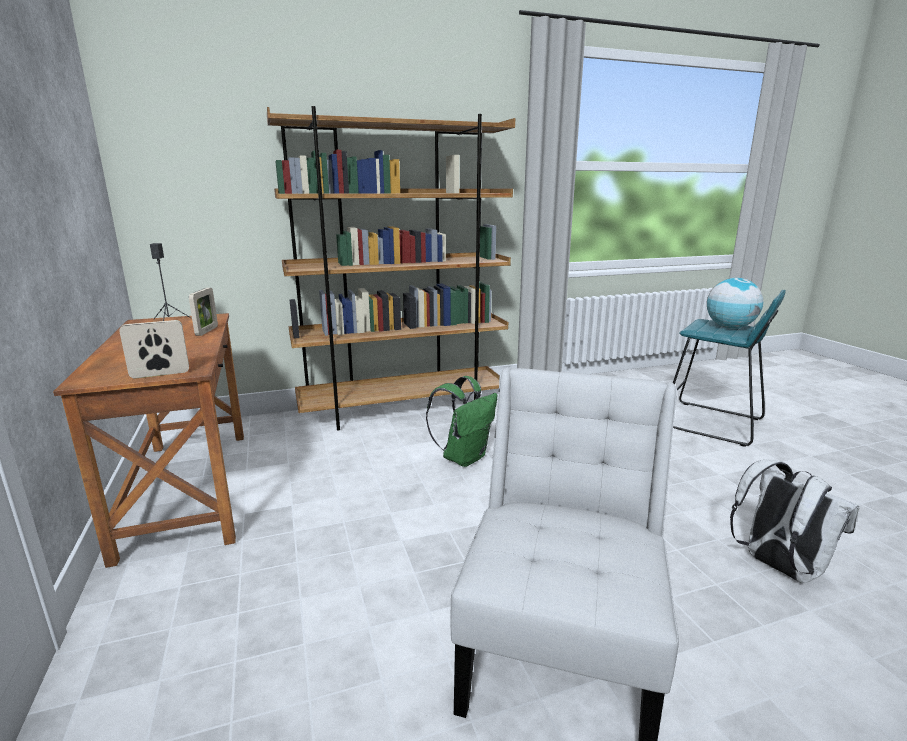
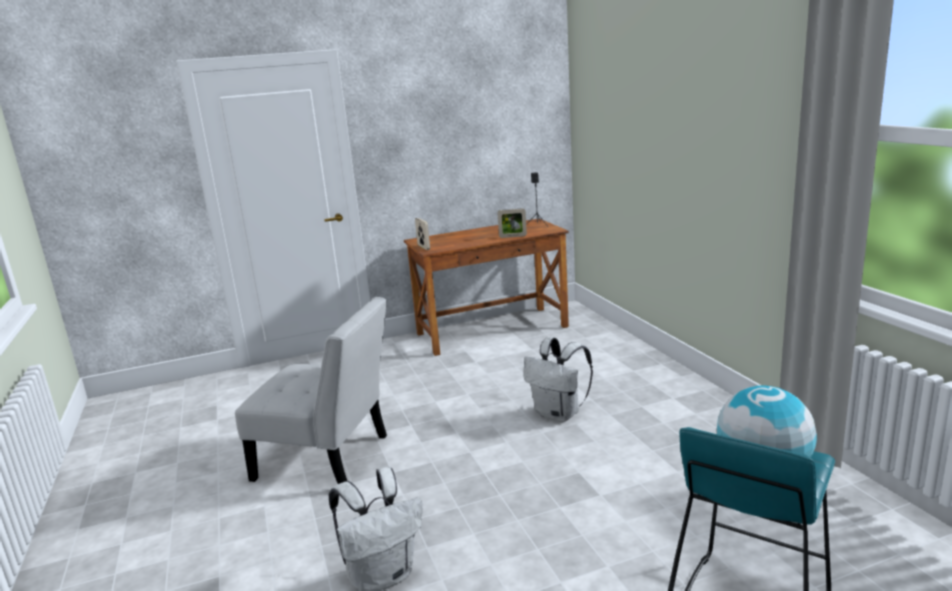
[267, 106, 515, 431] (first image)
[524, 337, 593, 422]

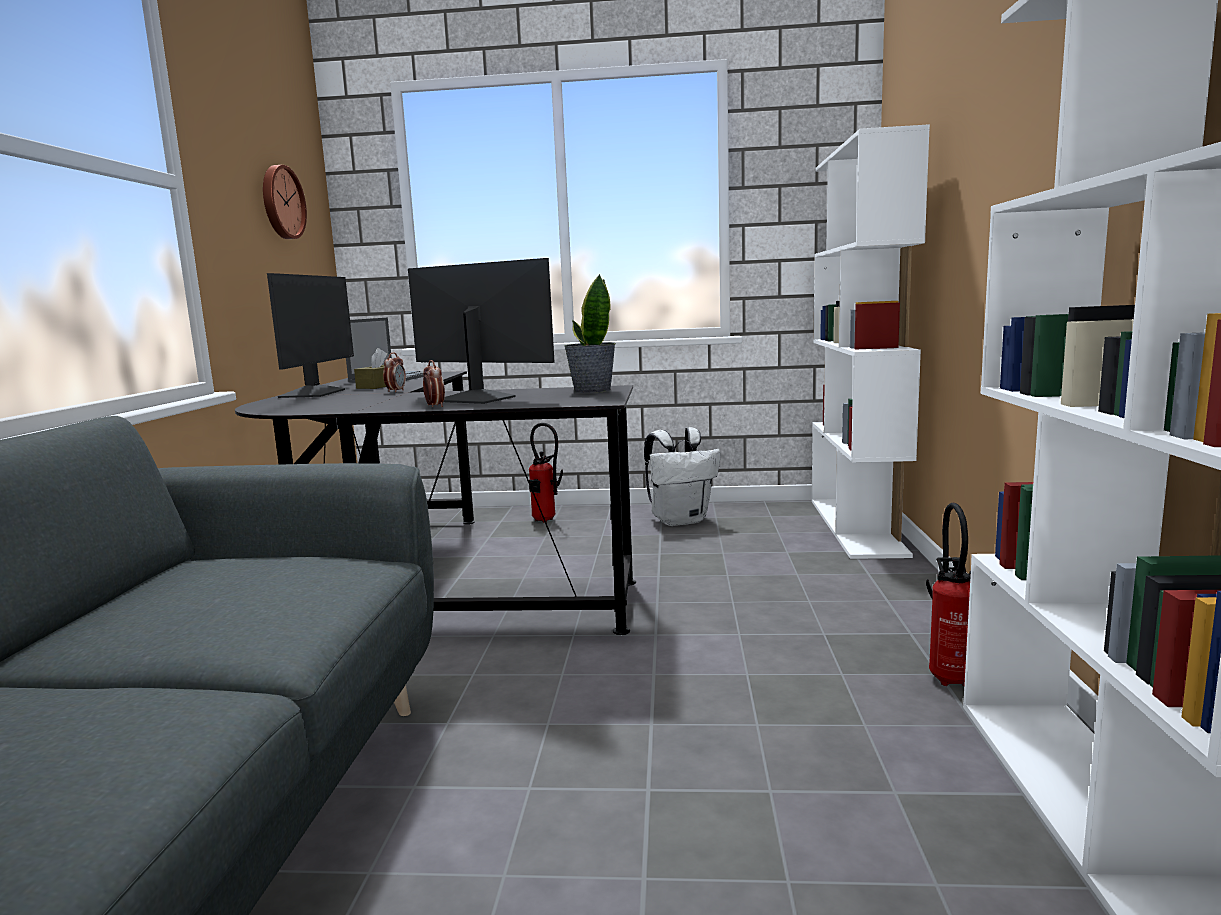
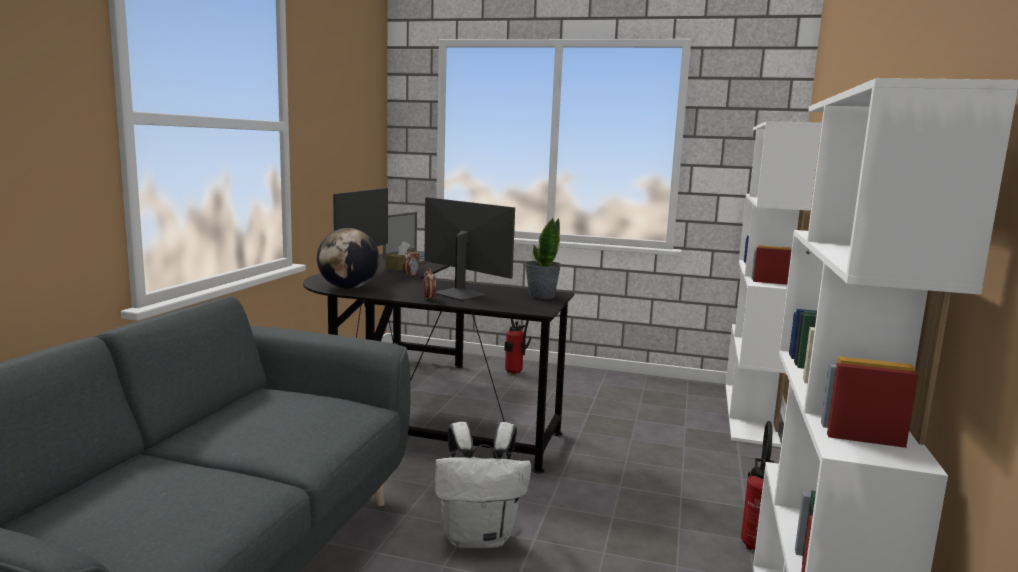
[263, 165, 307, 239] (first image)
[435, 422, 531, 548]
[317, 228, 379, 289]

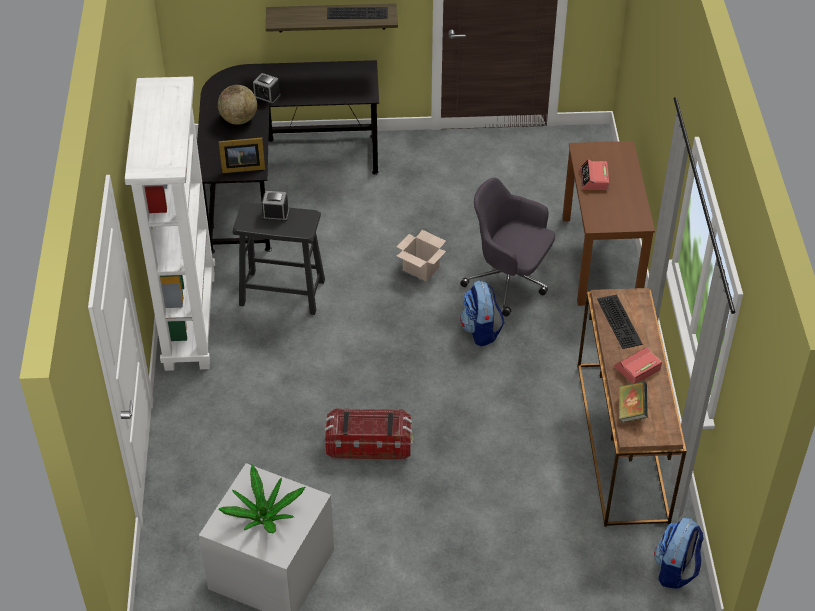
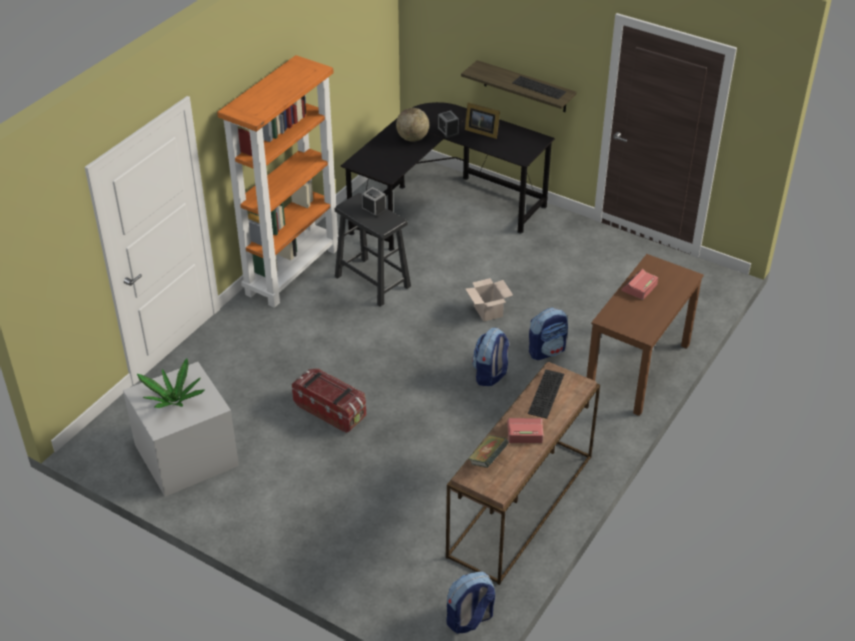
[217, 55, 339, 308]
[465, 102, 500, 139]
[529, 308, 568, 360]

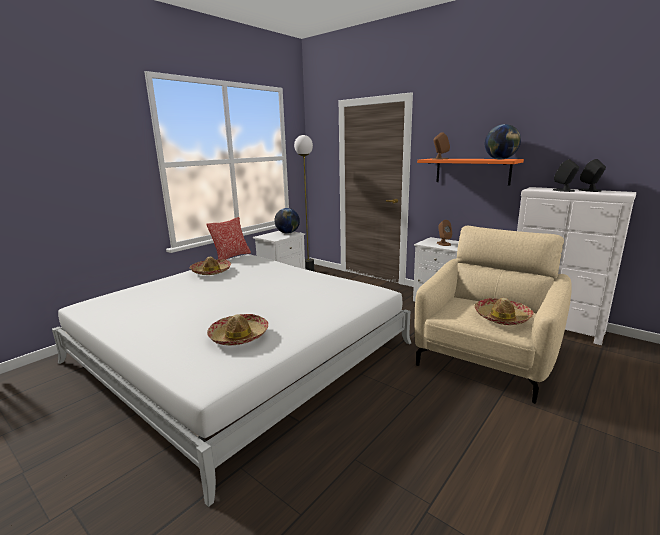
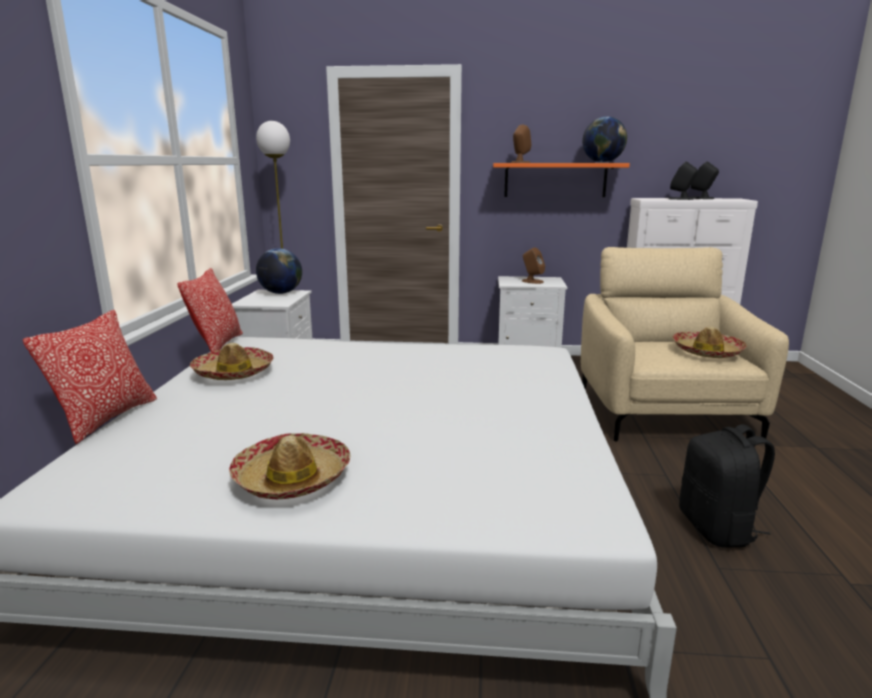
[229, 433, 351, 499]
[23, 310, 157, 444]
[679, 425, 775, 548]

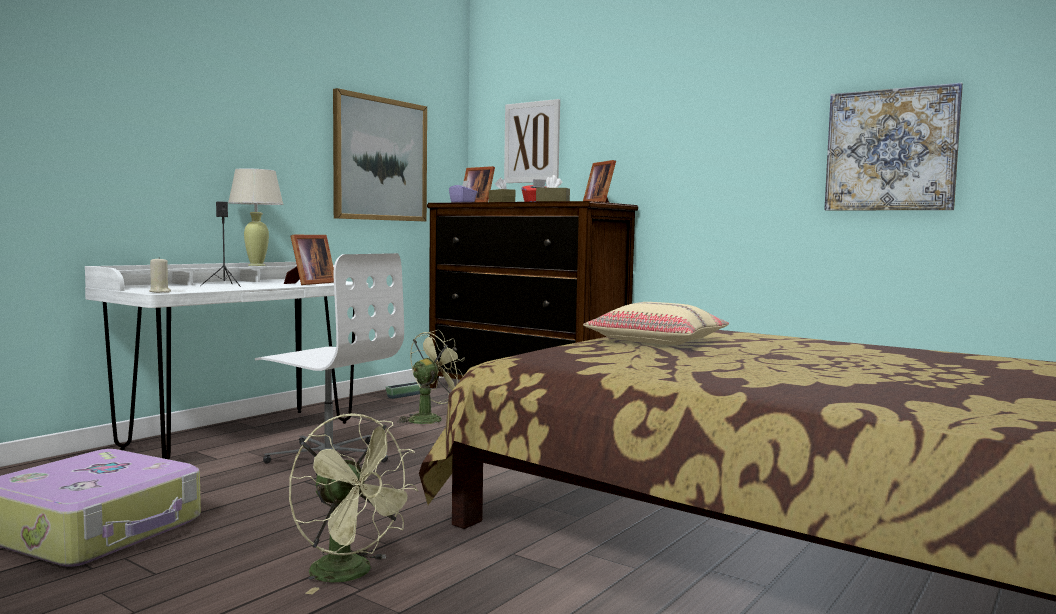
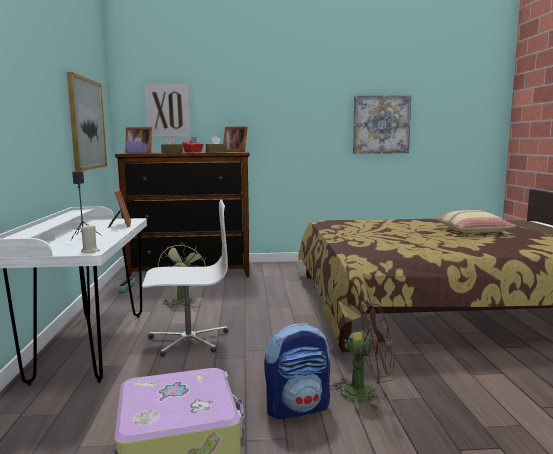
[228, 168, 283, 266] (first image)
[330, 303, 395, 409]
[433, 210, 516, 233]
[264, 323, 330, 419]

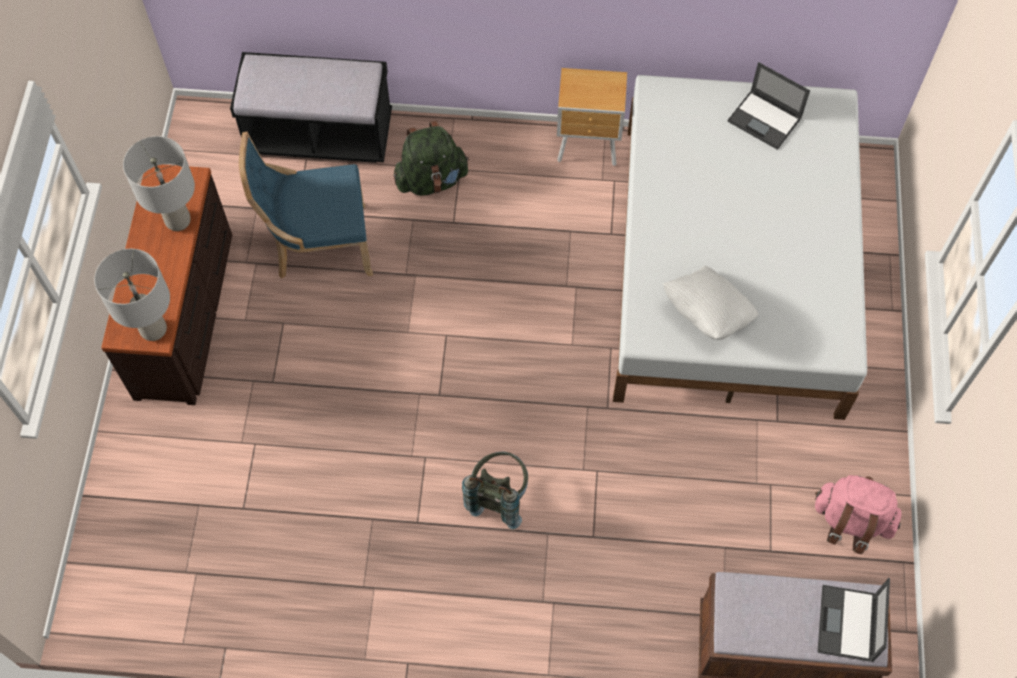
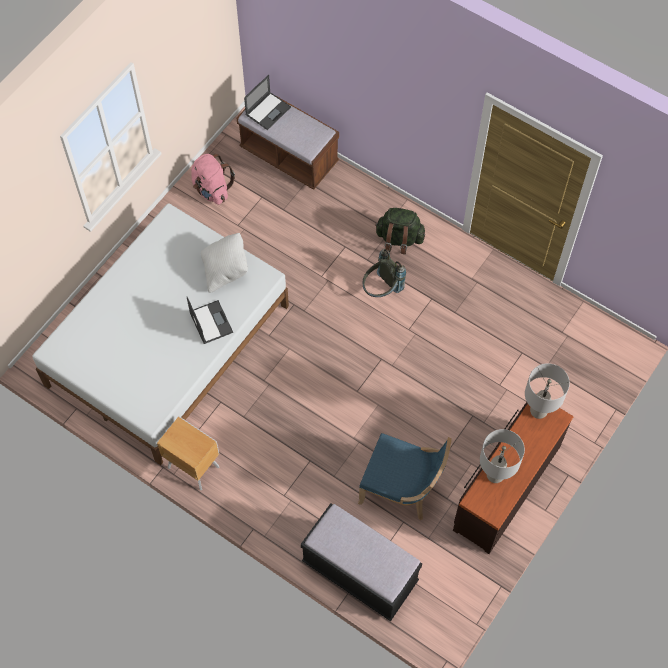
[375, 208, 425, 254]
[187, 297, 233, 344]

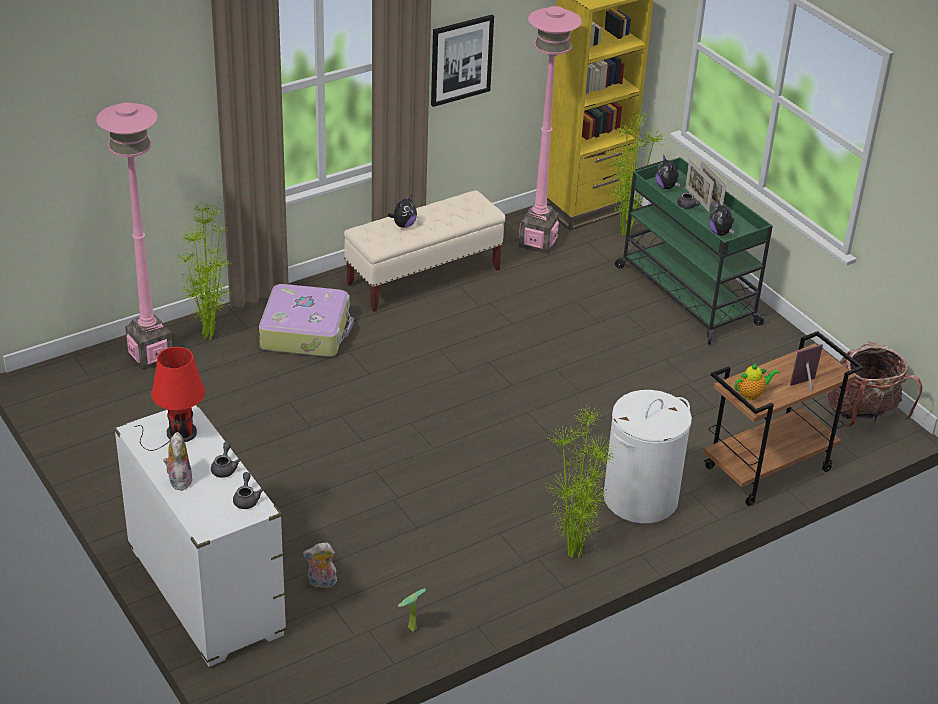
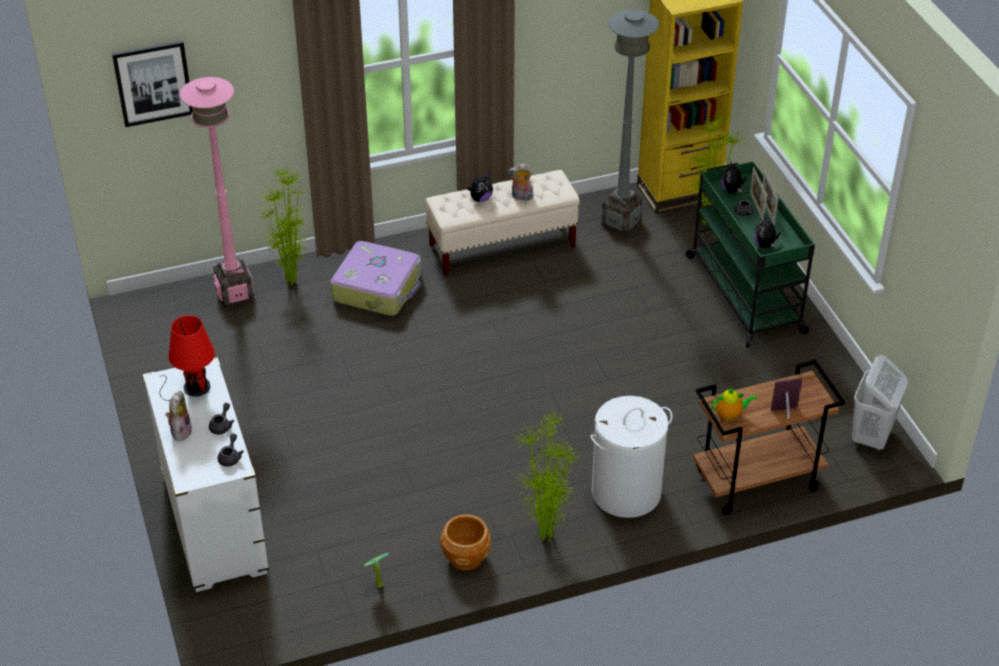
[508, 164, 533, 201]
[112, 41, 193, 127]
[602, 10, 659, 236]
[852, 355, 908, 452]
[440, 514, 491, 570]

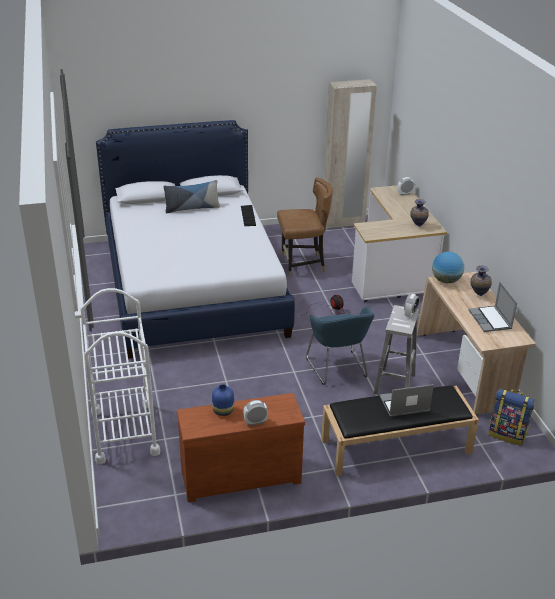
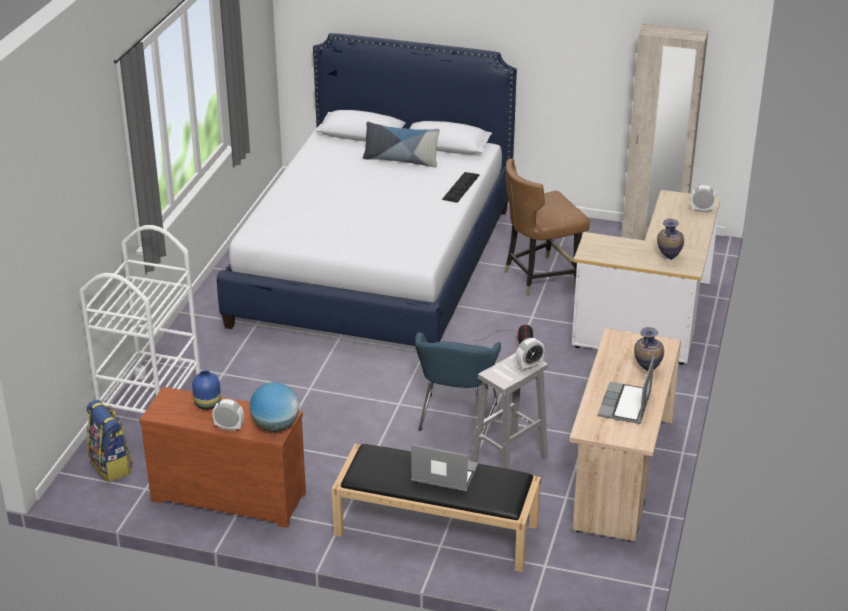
[504, 158, 590, 295]
[250, 382, 299, 432]
[87, 400, 133, 482]

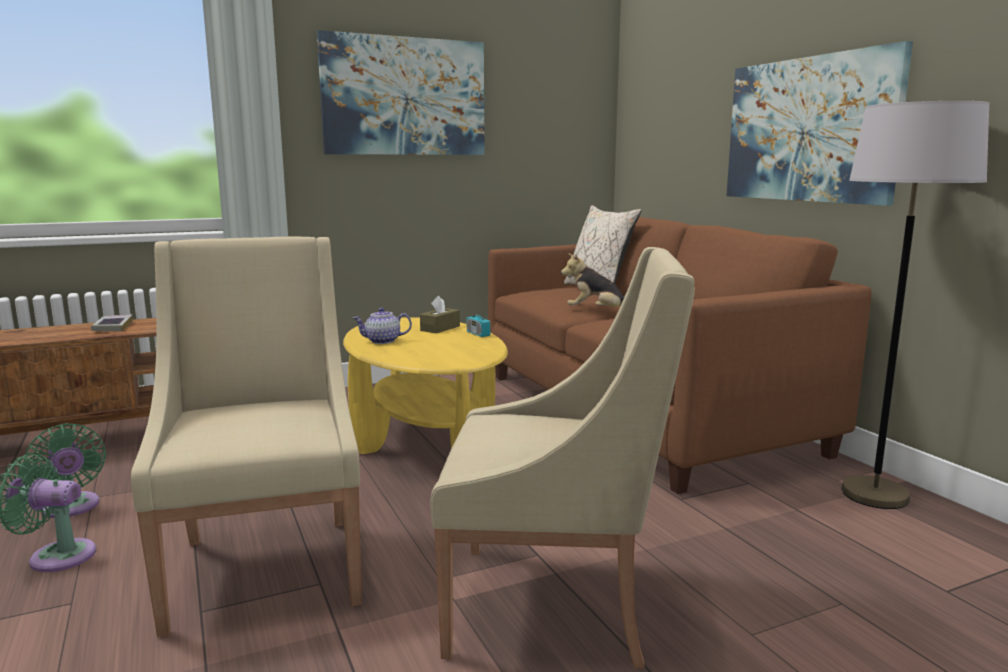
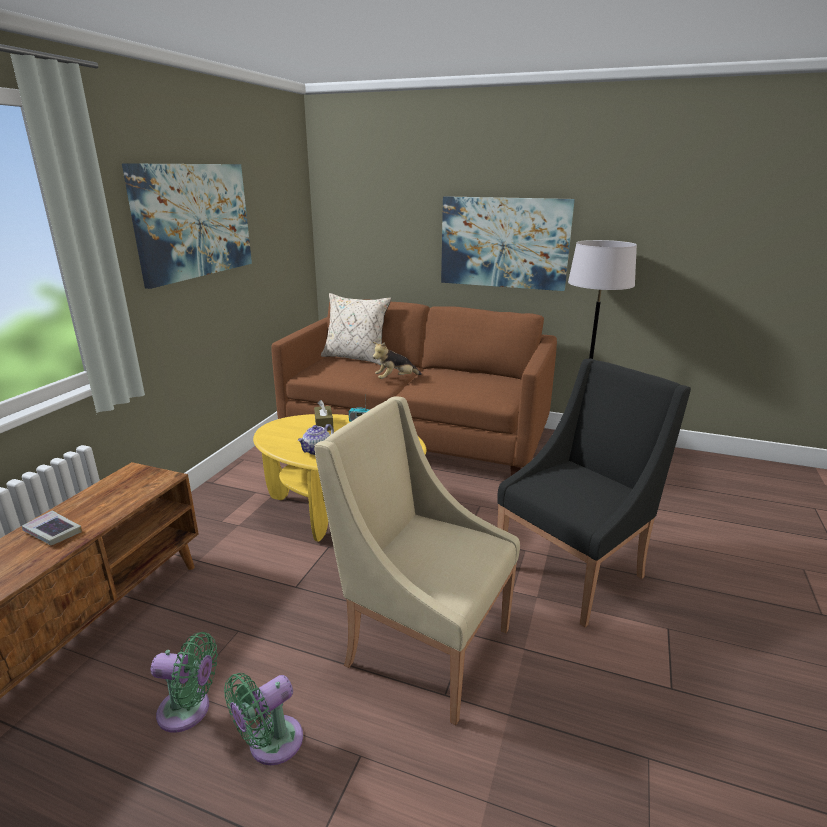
[497, 359, 691, 627]

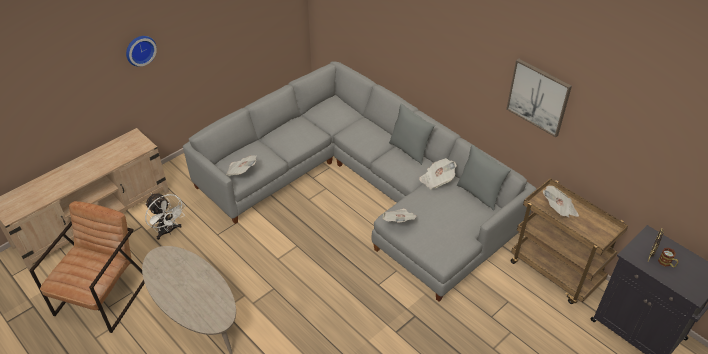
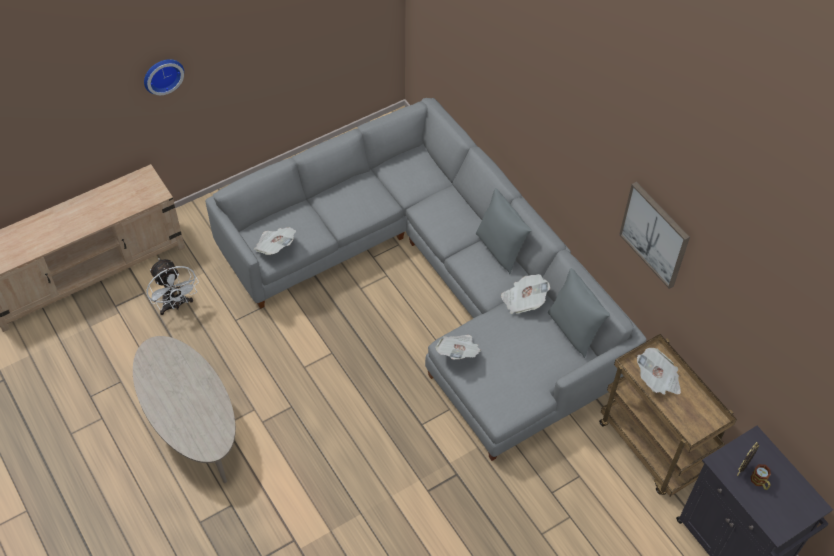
[29, 201, 145, 333] (first image)

